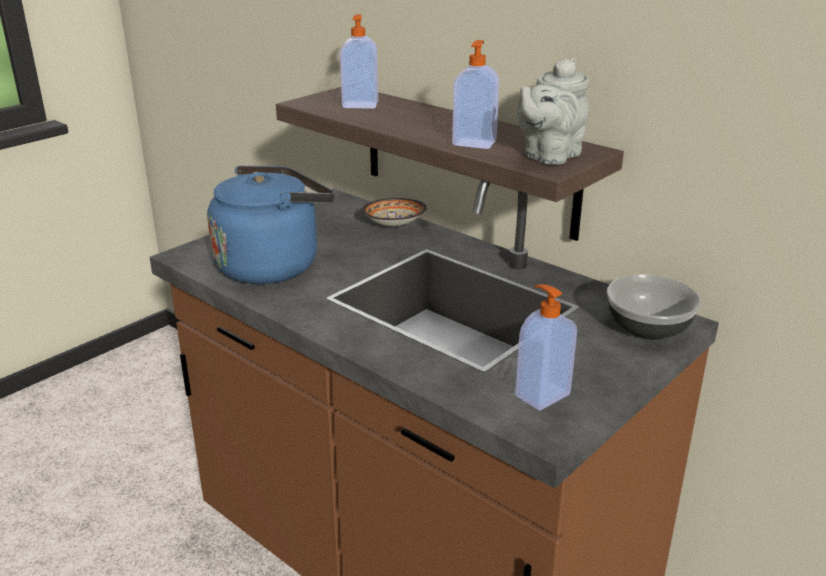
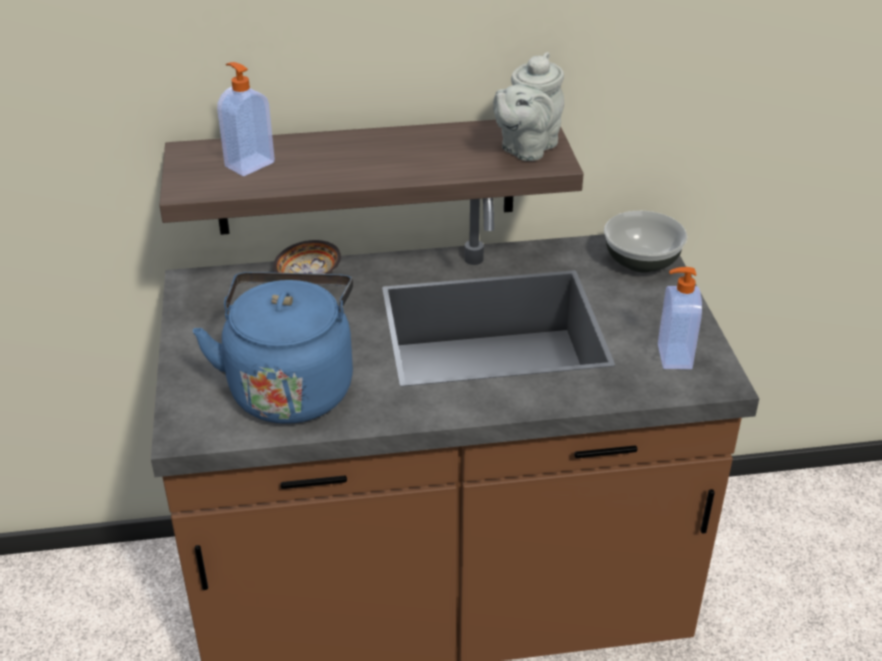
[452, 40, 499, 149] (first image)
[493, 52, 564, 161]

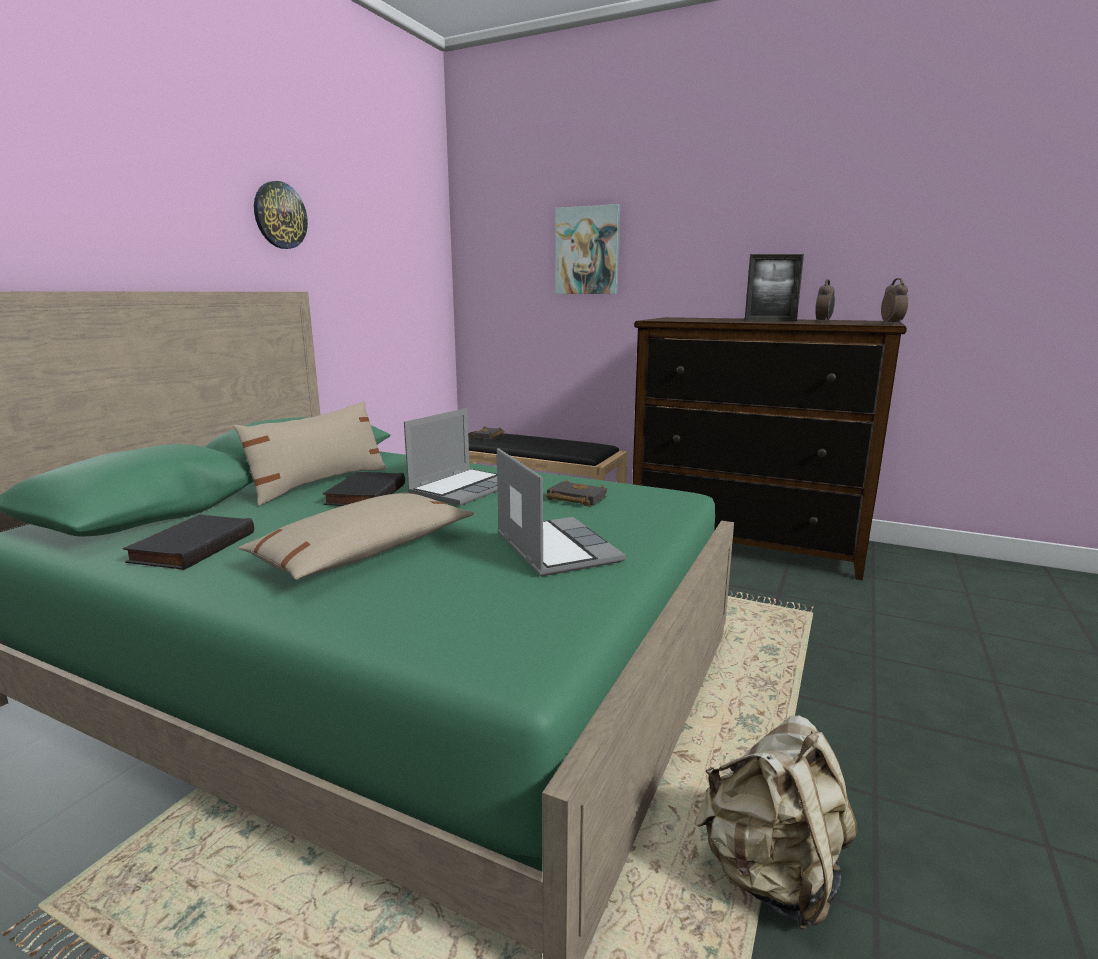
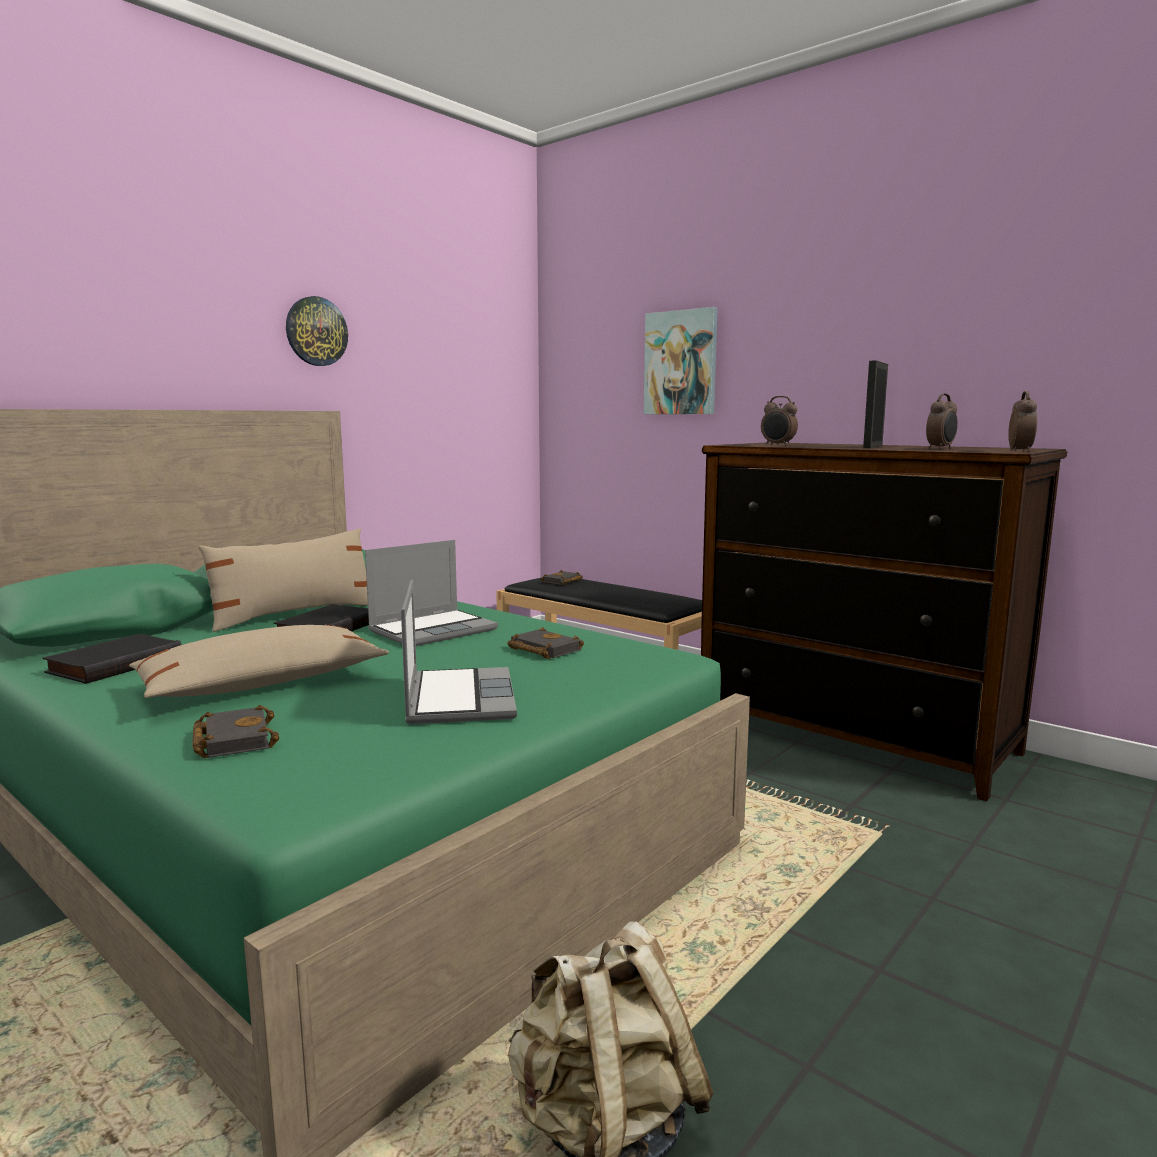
[863, 360, 888, 448]
[192, 705, 279, 758]
[761, 396, 798, 446]

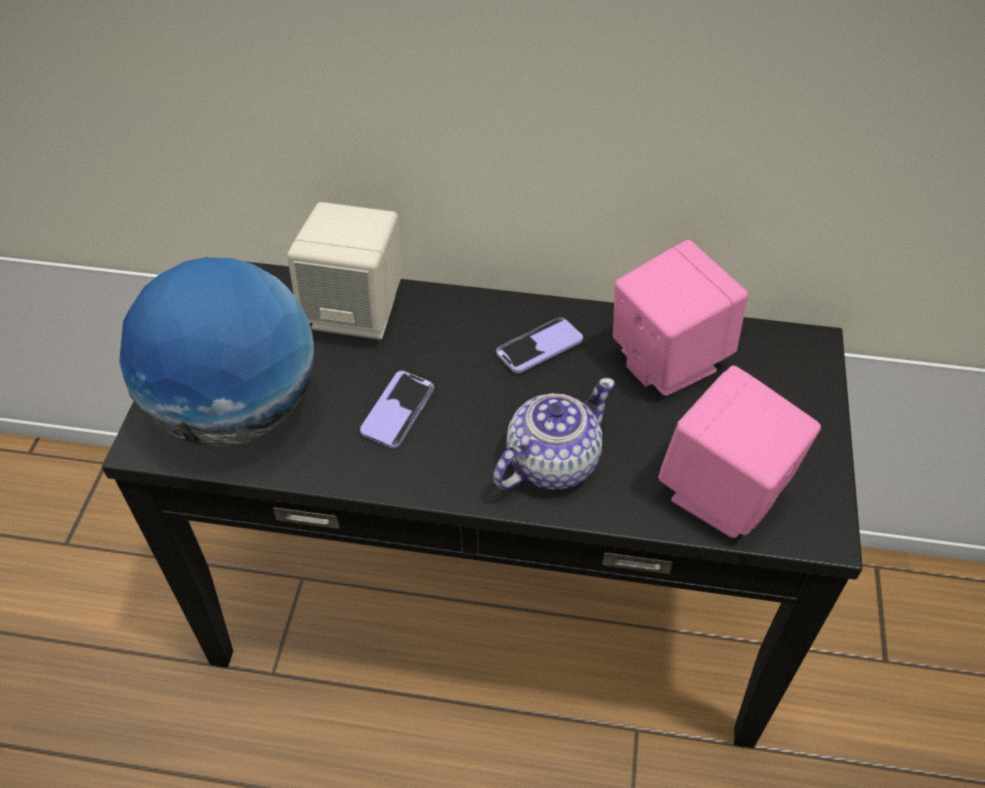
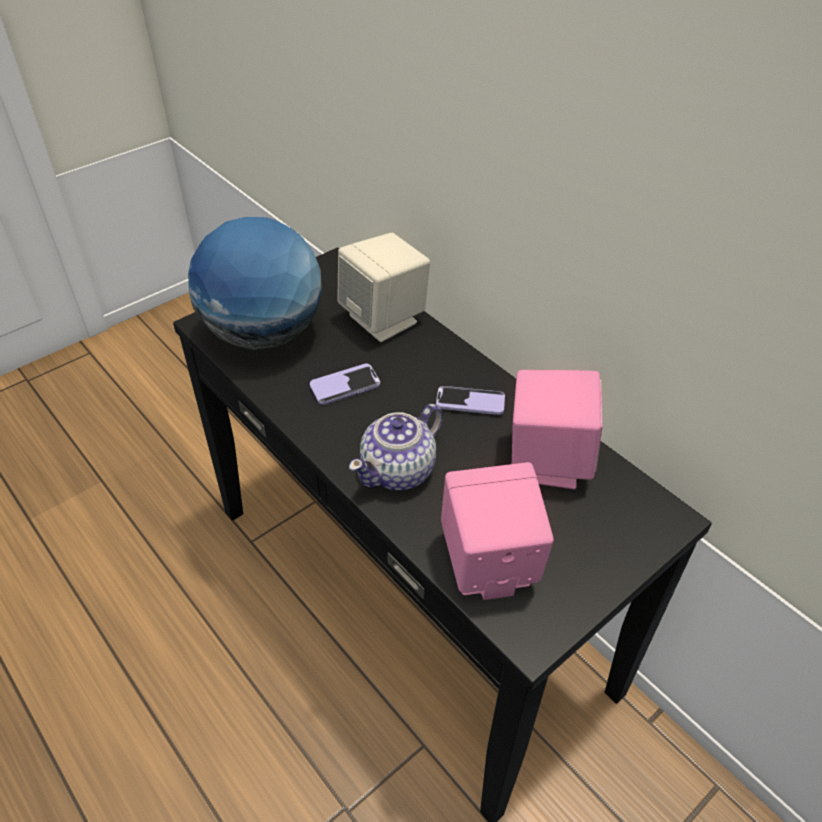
[349, 404, 443, 490]

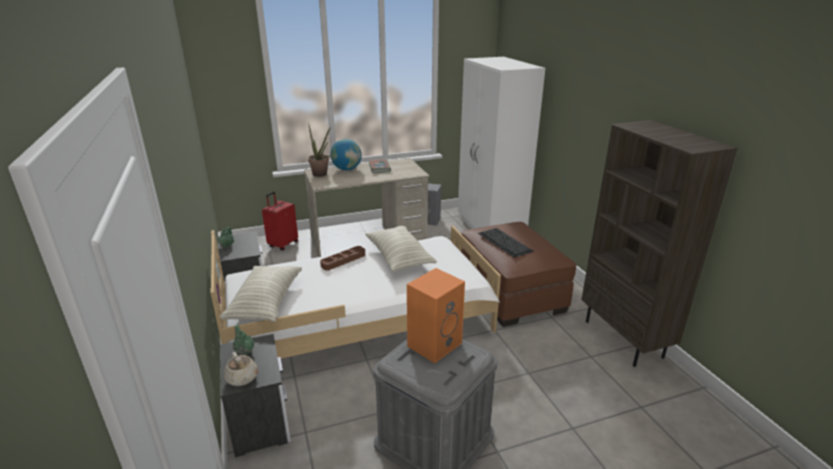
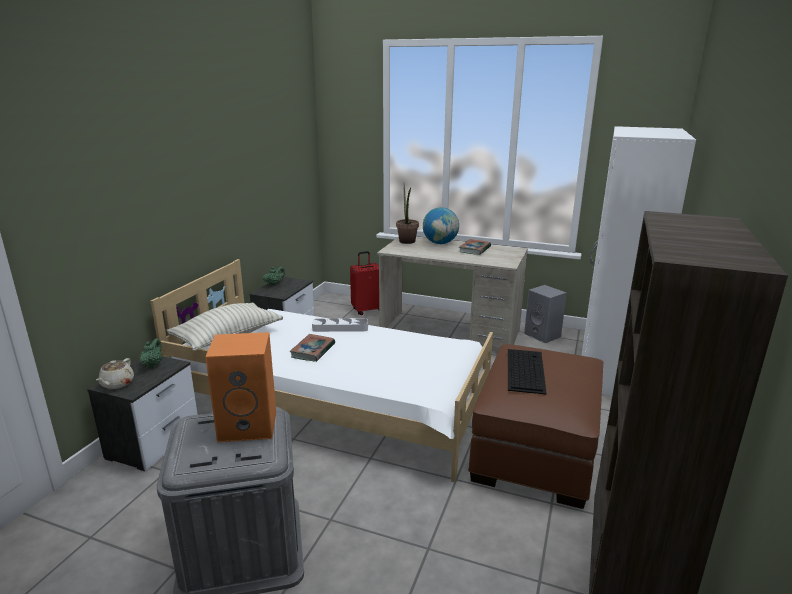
[312, 318, 368, 332]
[366, 226, 437, 272] (first image)
[290, 334, 335, 362]

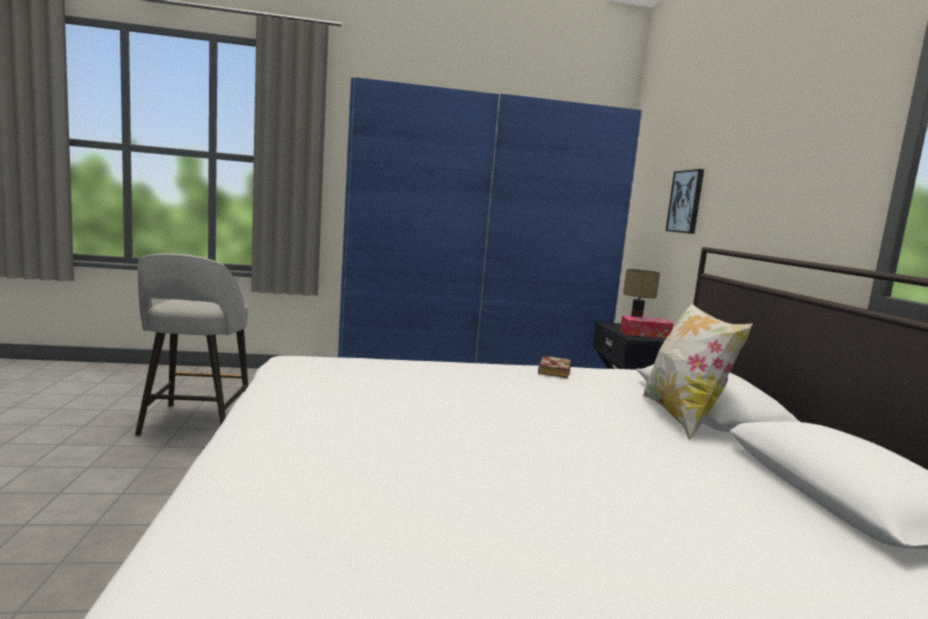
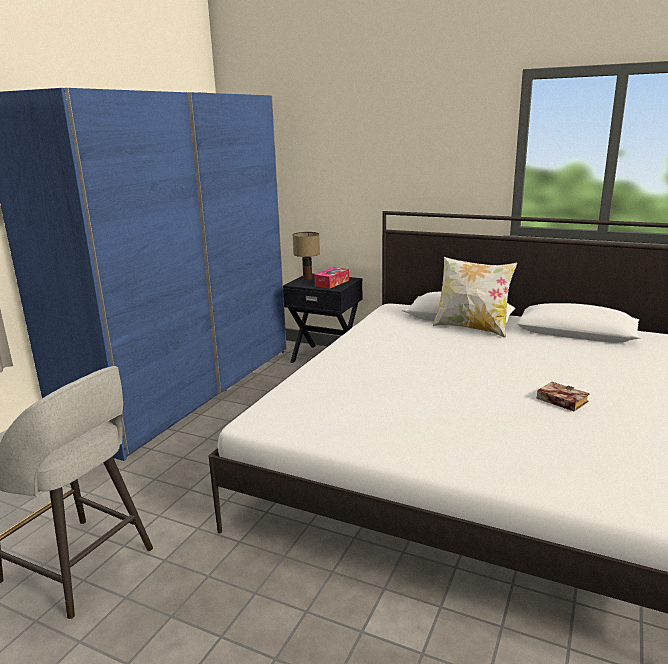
[537, 382, 590, 412]
[666, 169, 704, 234] (first image)

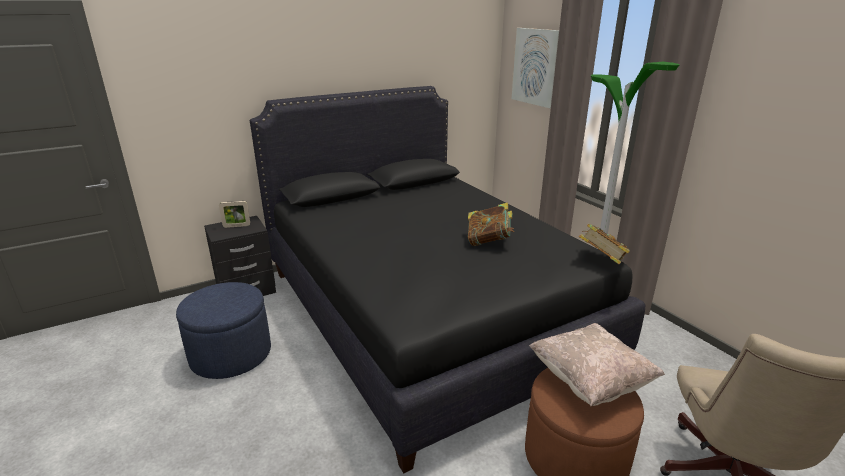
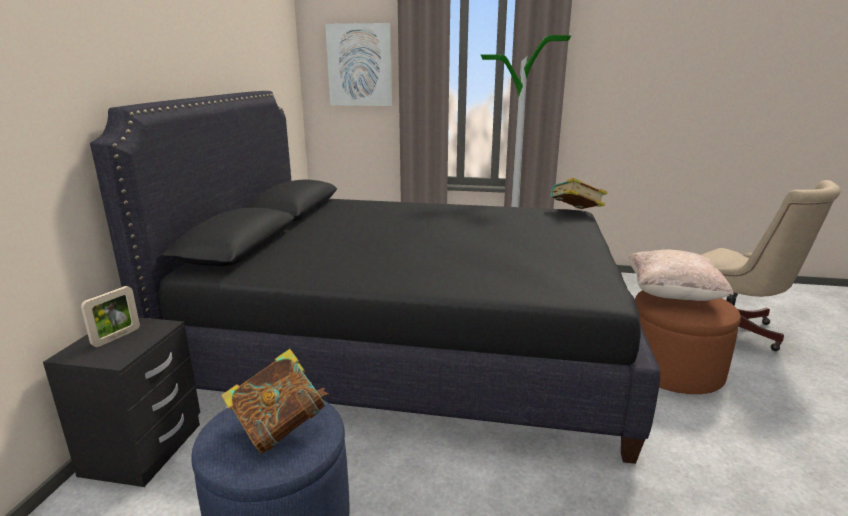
[221, 349, 329, 453]

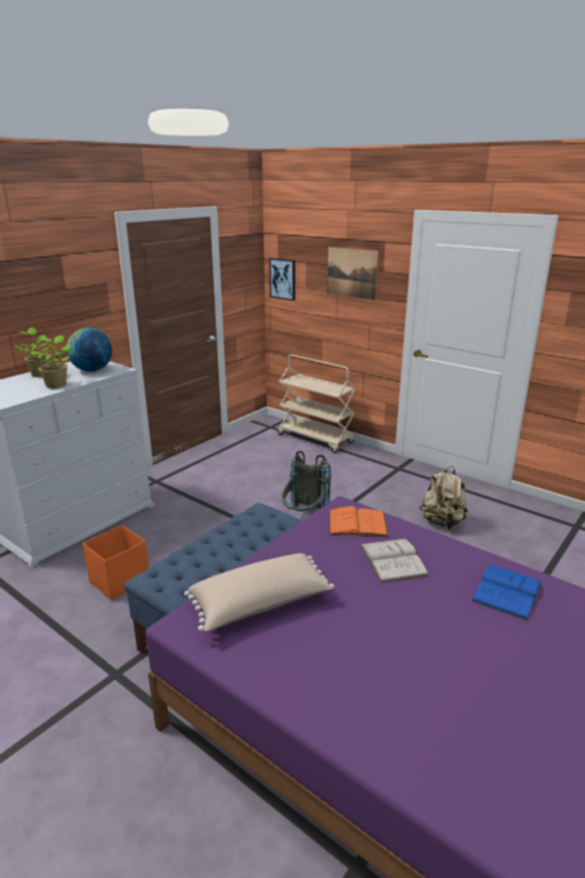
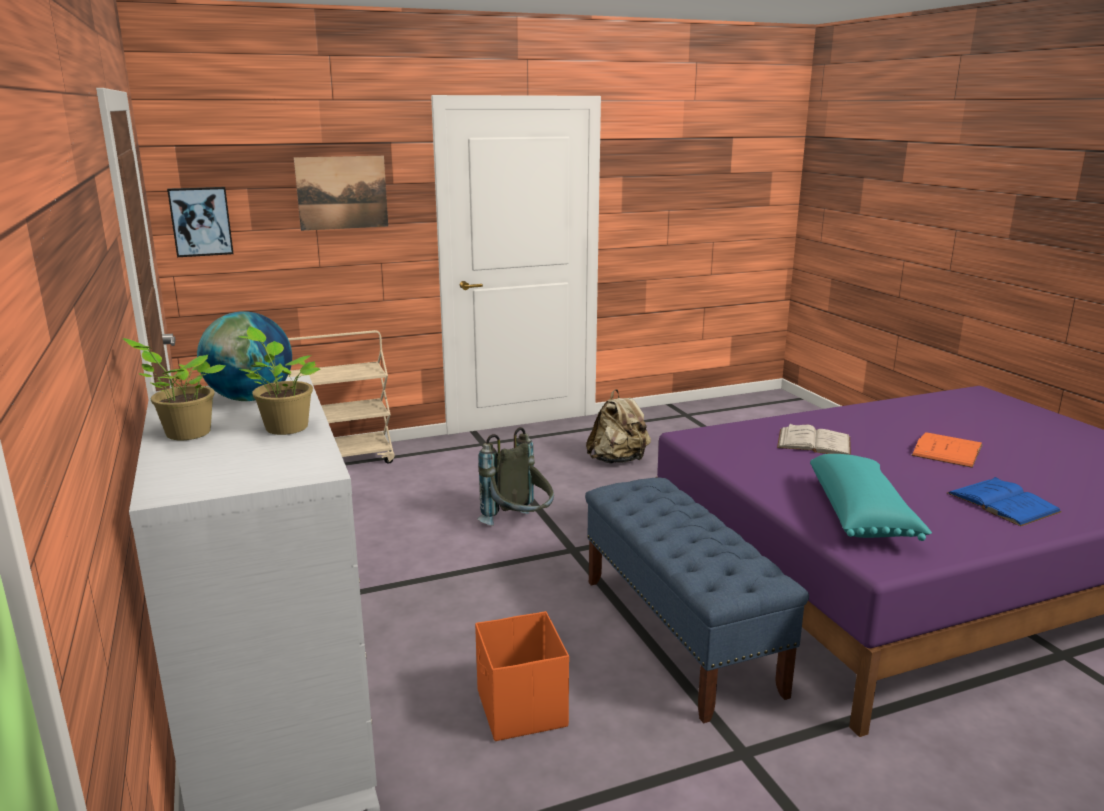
[810, 454, 932, 541]
[911, 432, 983, 468]
[947, 477, 1062, 527]

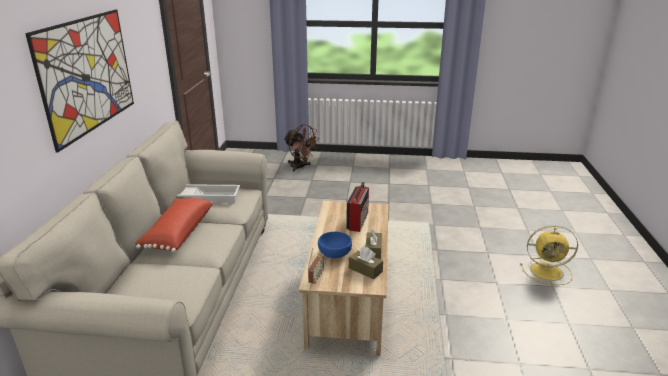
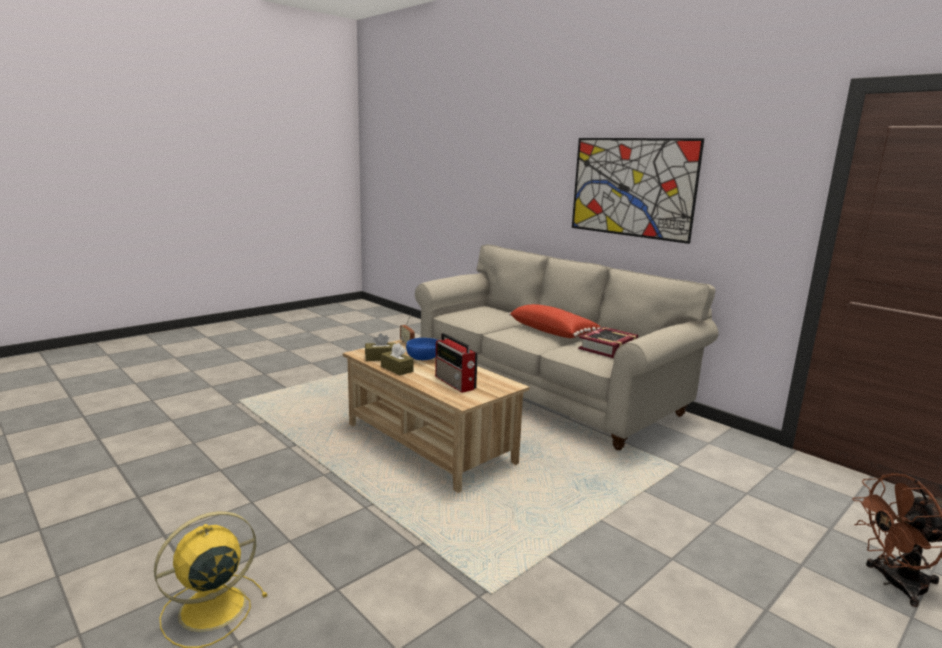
[578, 327, 638, 358]

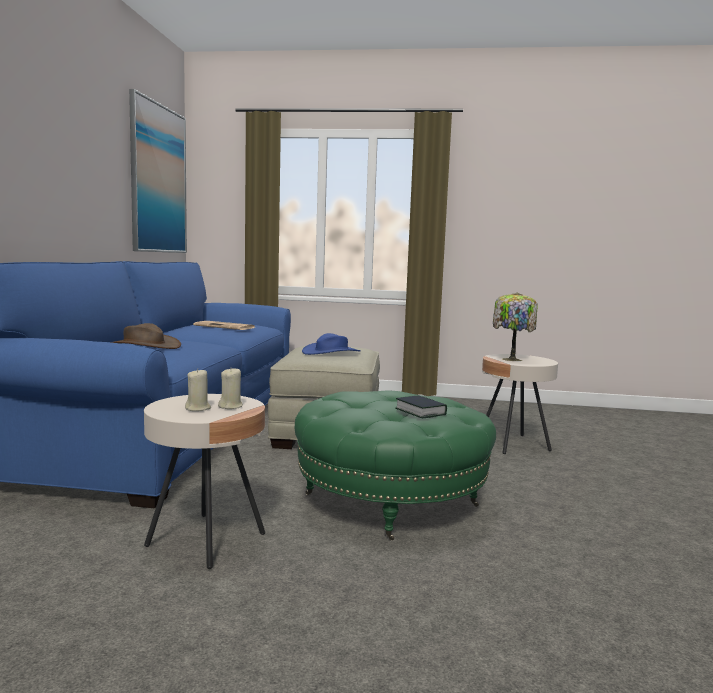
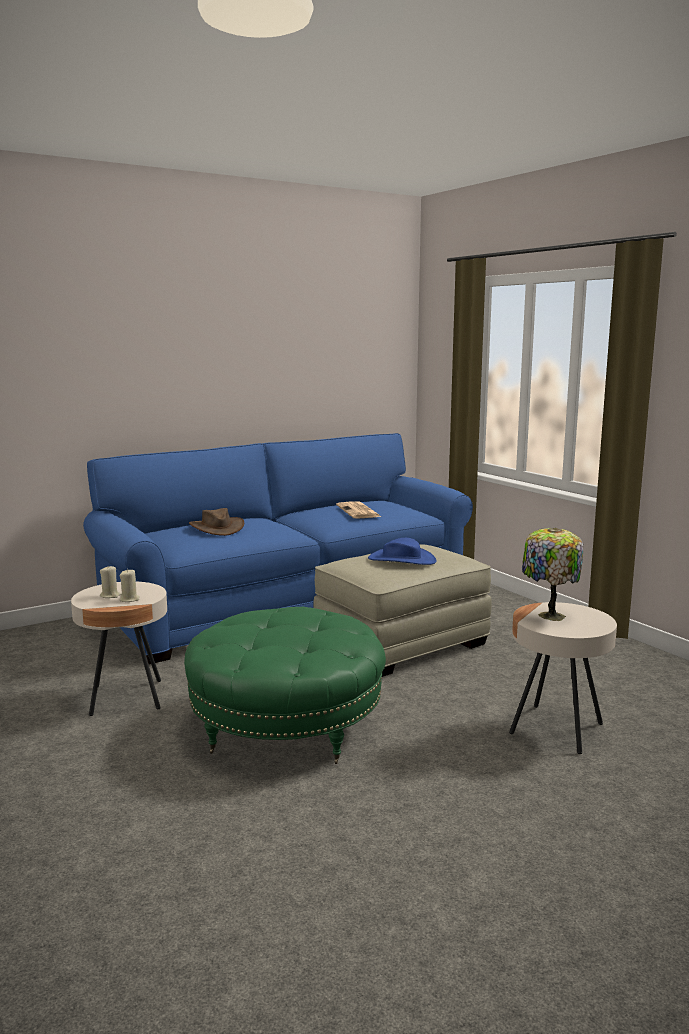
[129, 89, 187, 253] (first image)
[396, 395, 447, 418] (first image)

